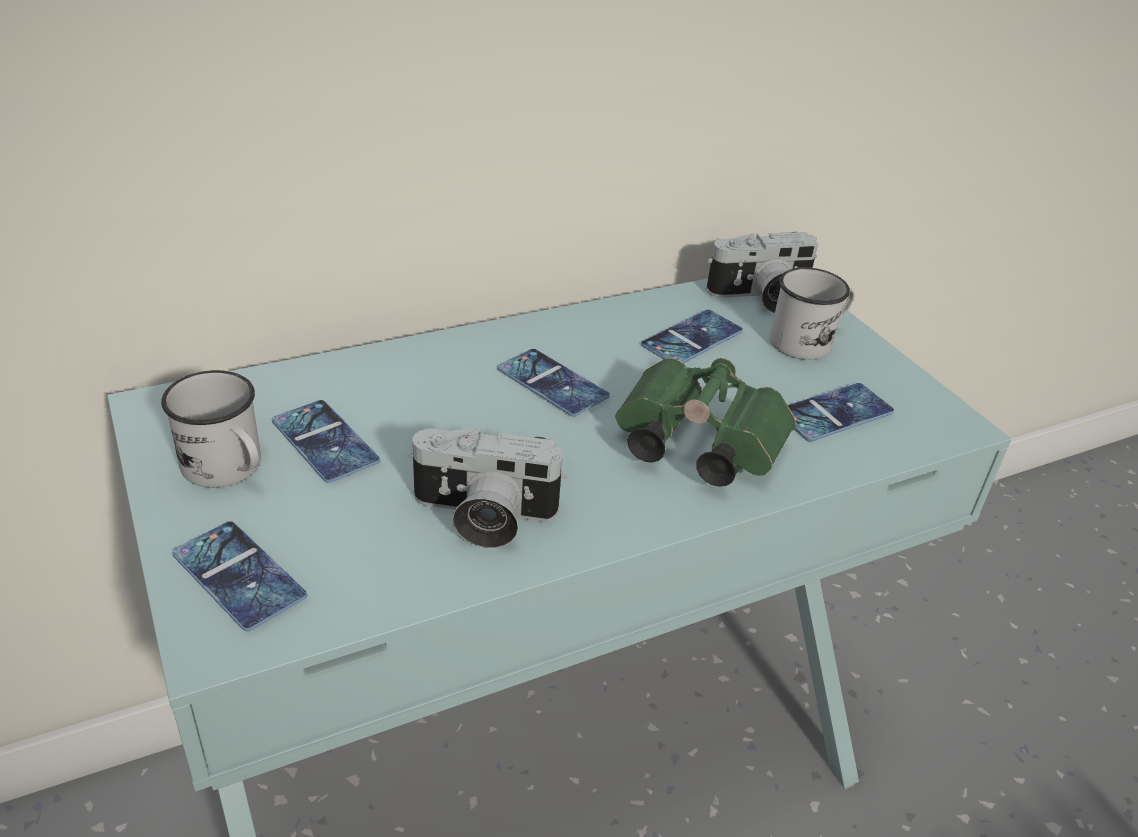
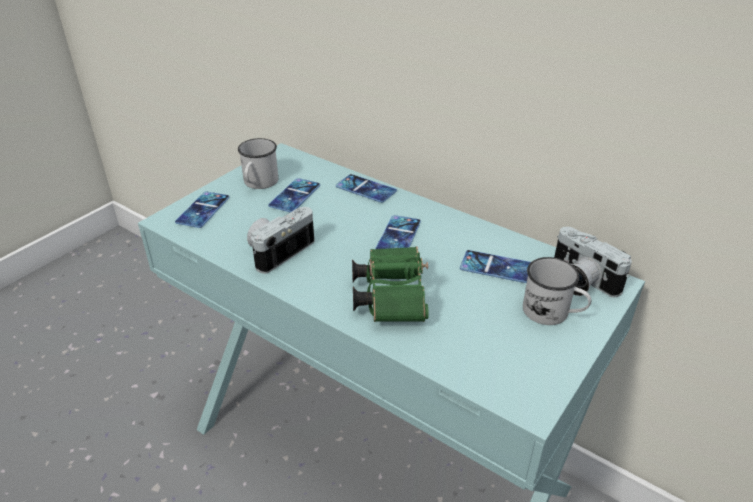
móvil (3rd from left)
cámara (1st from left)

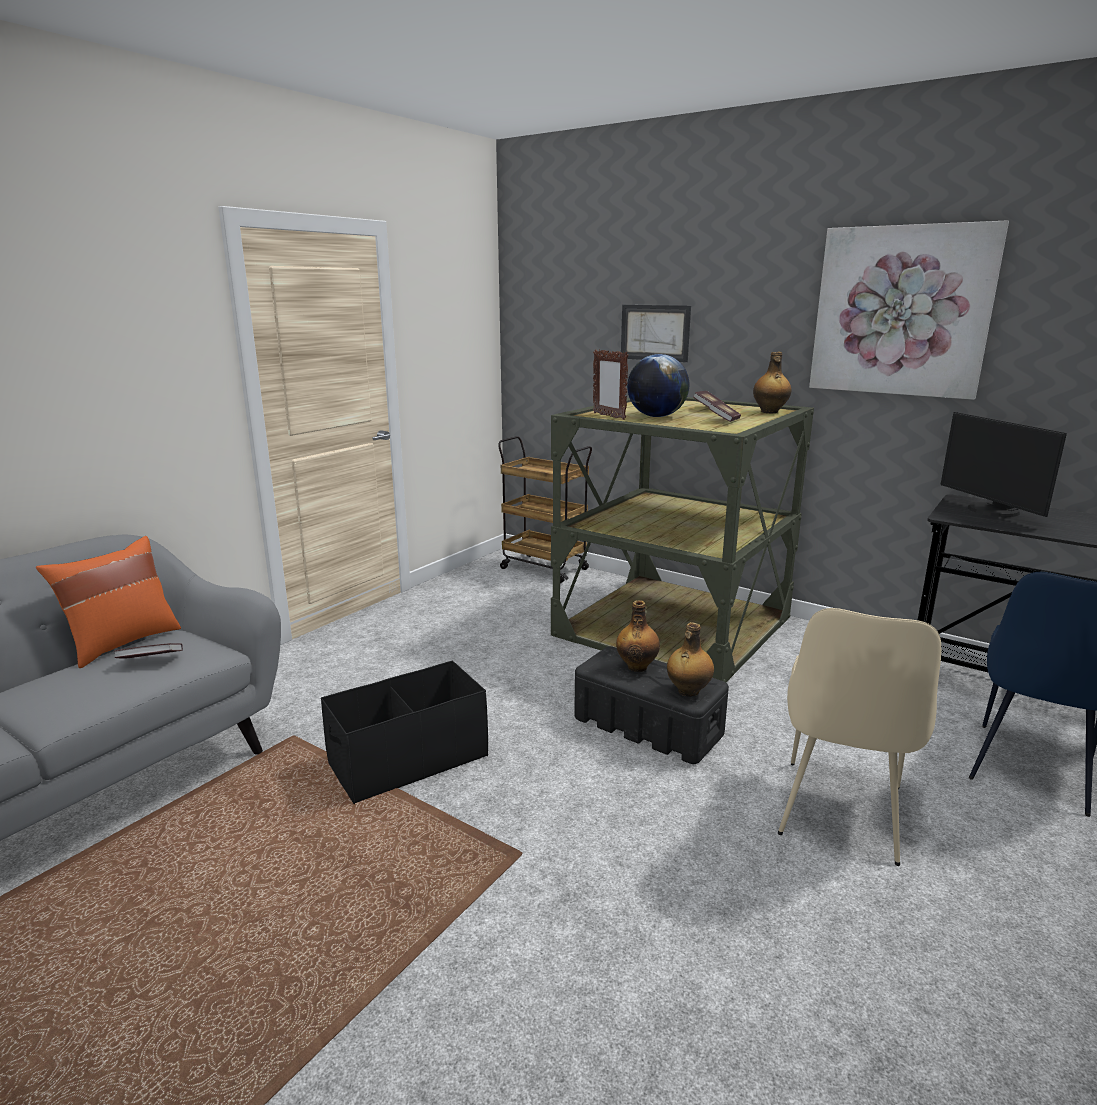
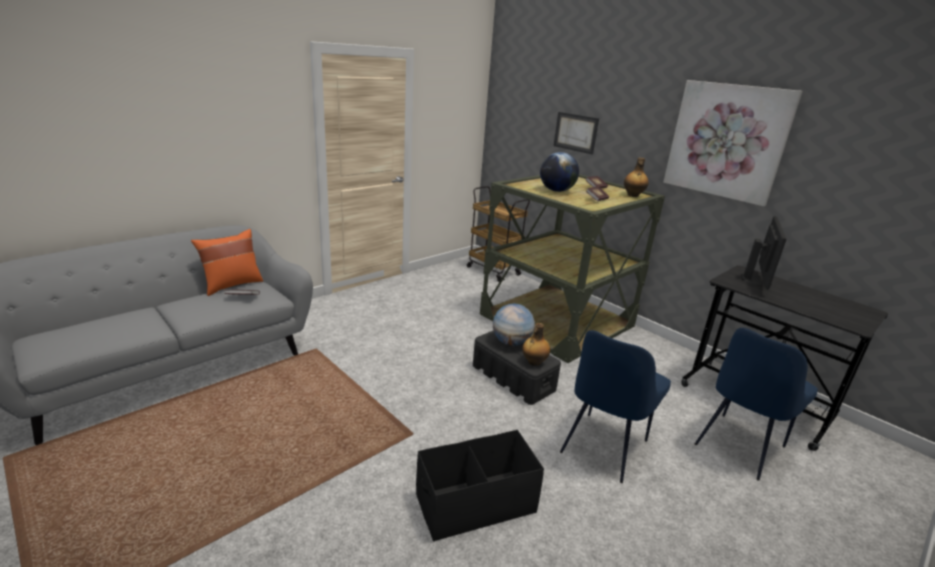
portarretratos
monitor
globo terráqueo (1st from left)
silla (azul) (1st from left)
caja de almacenaje (negro) (1st from left)

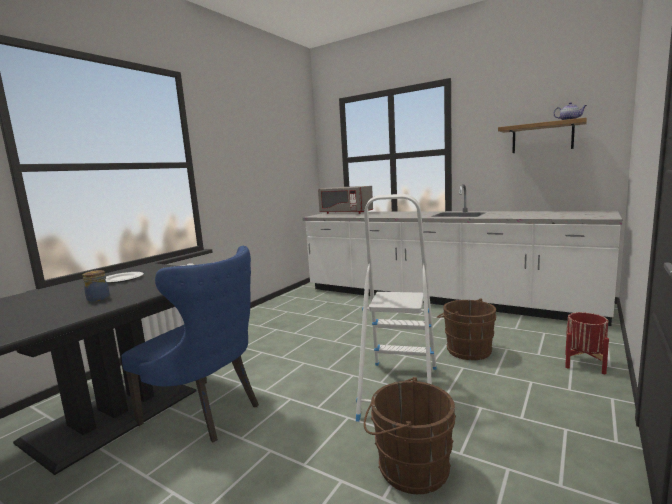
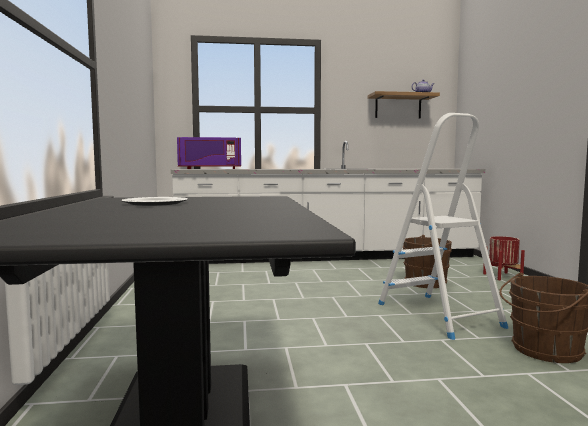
microondas (morado)
silla (azul)
tarro

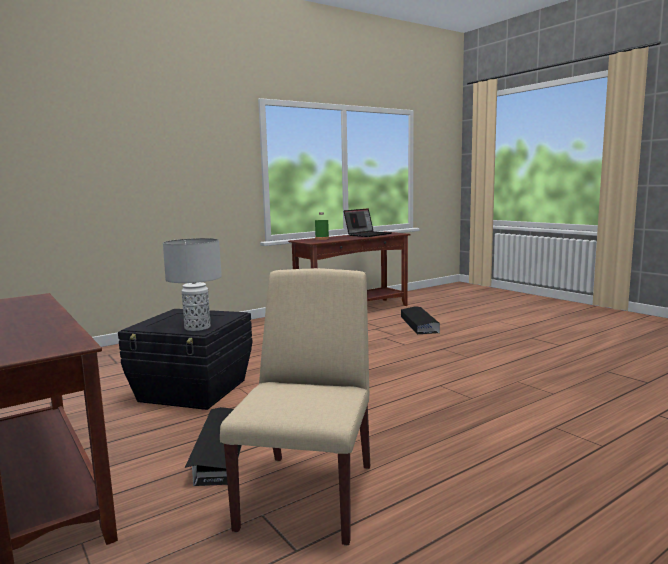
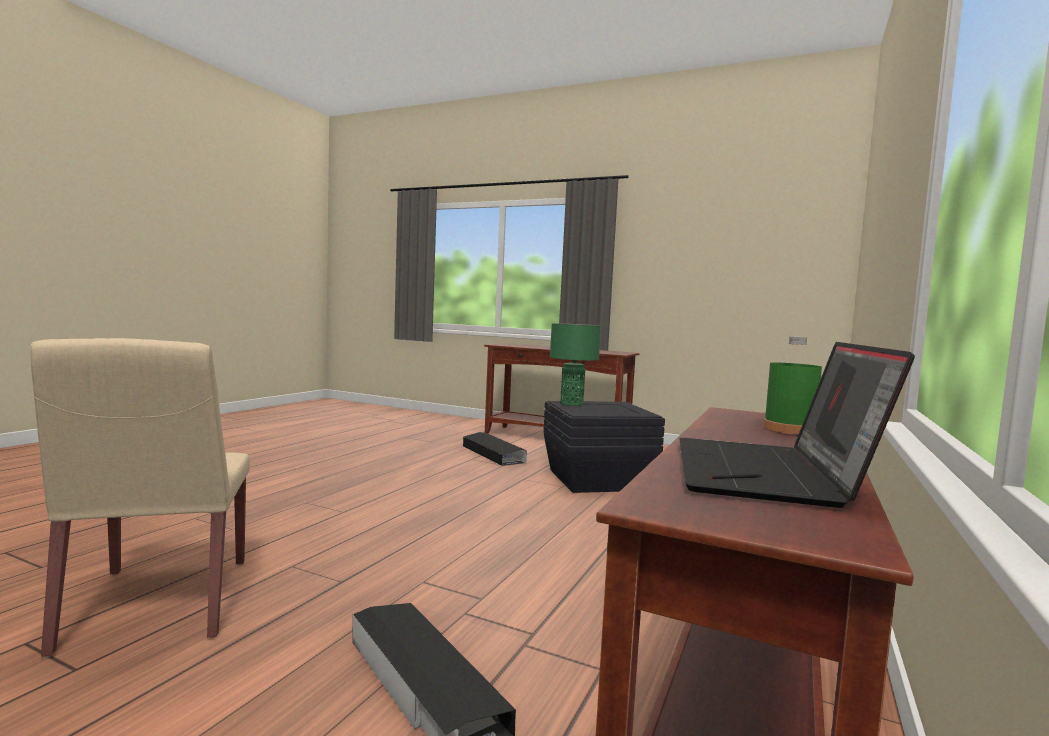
lámpara de mesa (verde)
silla (beis)

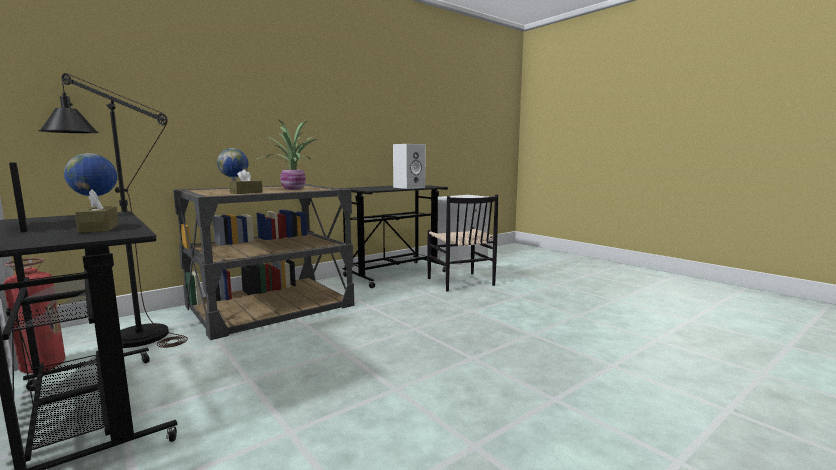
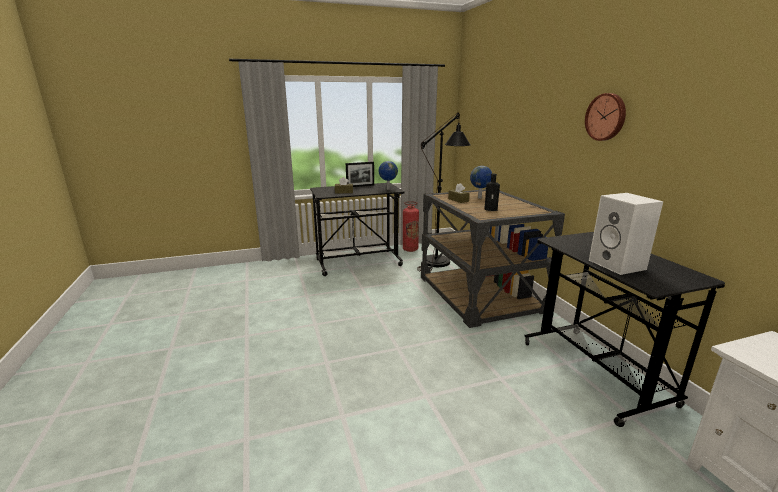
botella (negro)
silla (negro)
reloj de pared

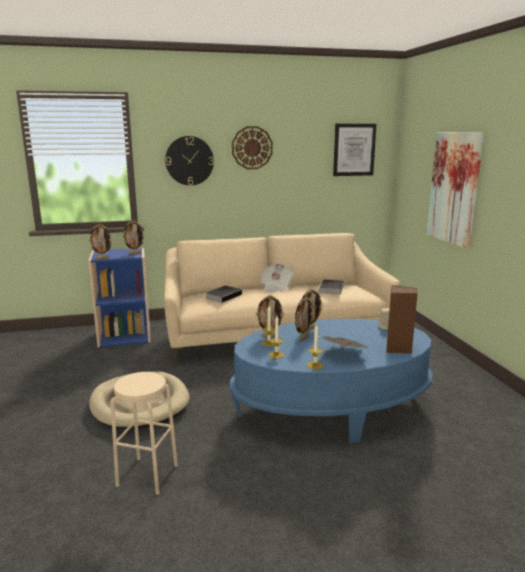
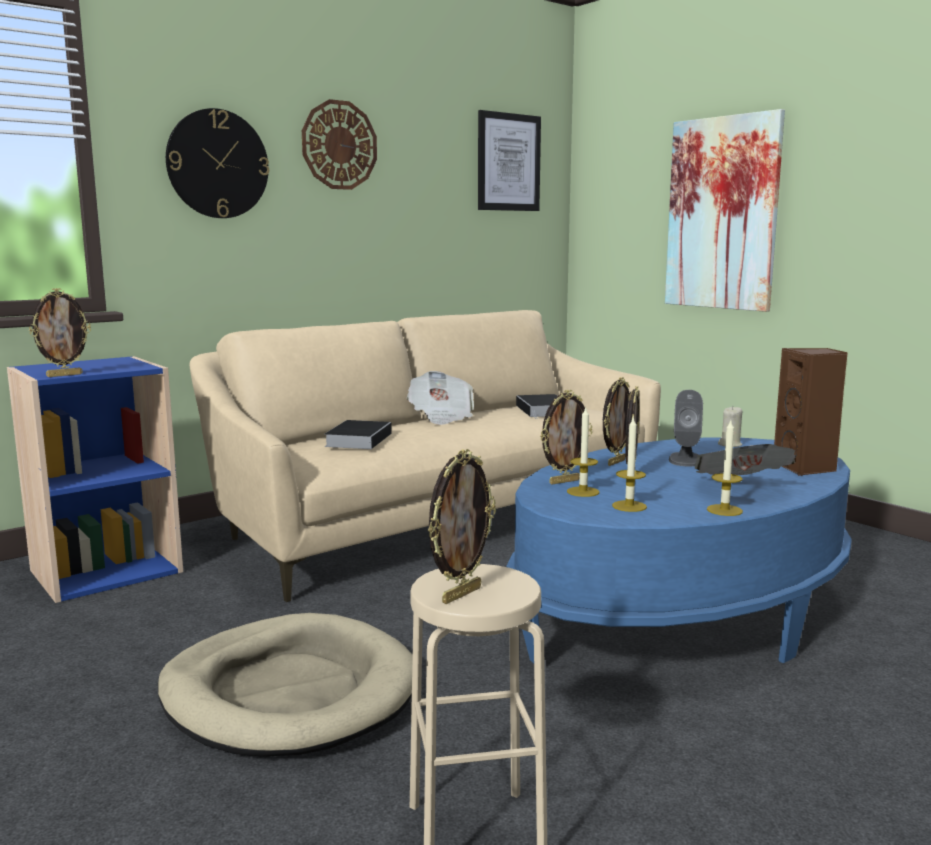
portarretratos (2nd from left)
altavoz (gris)

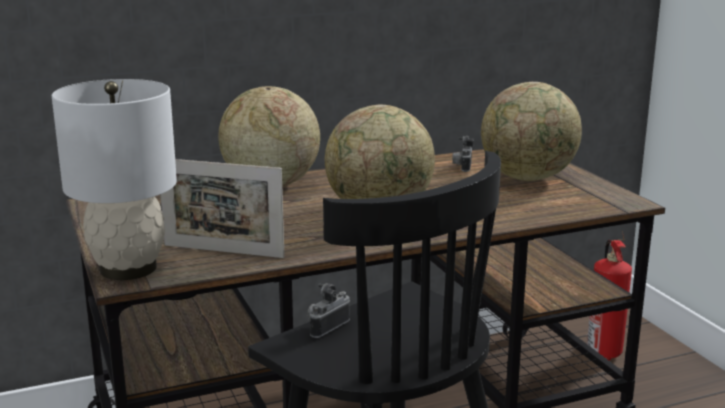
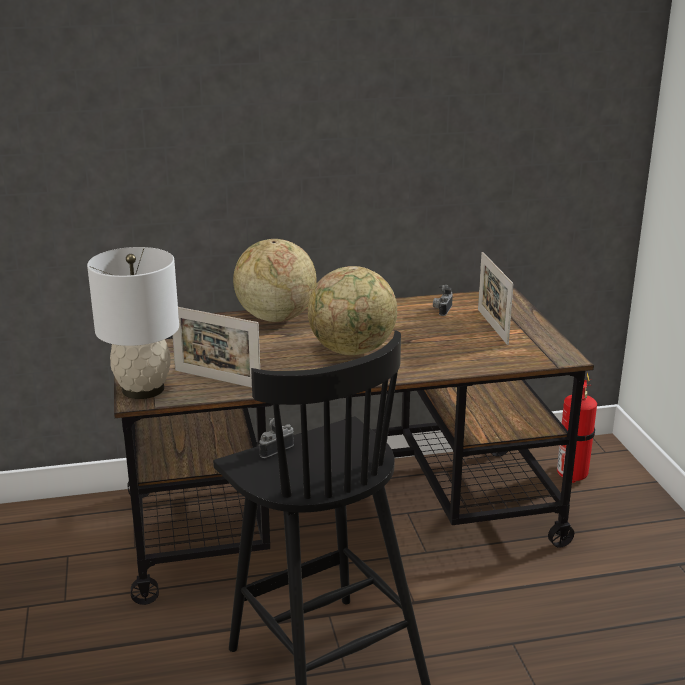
portarretratos (2nd from left)

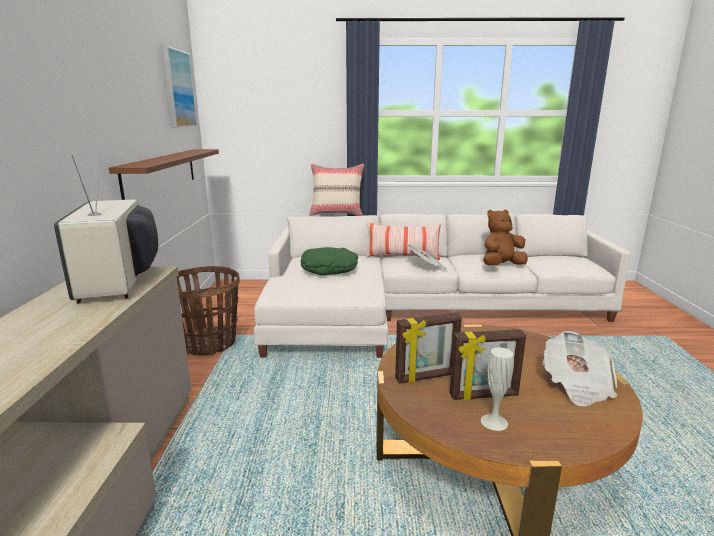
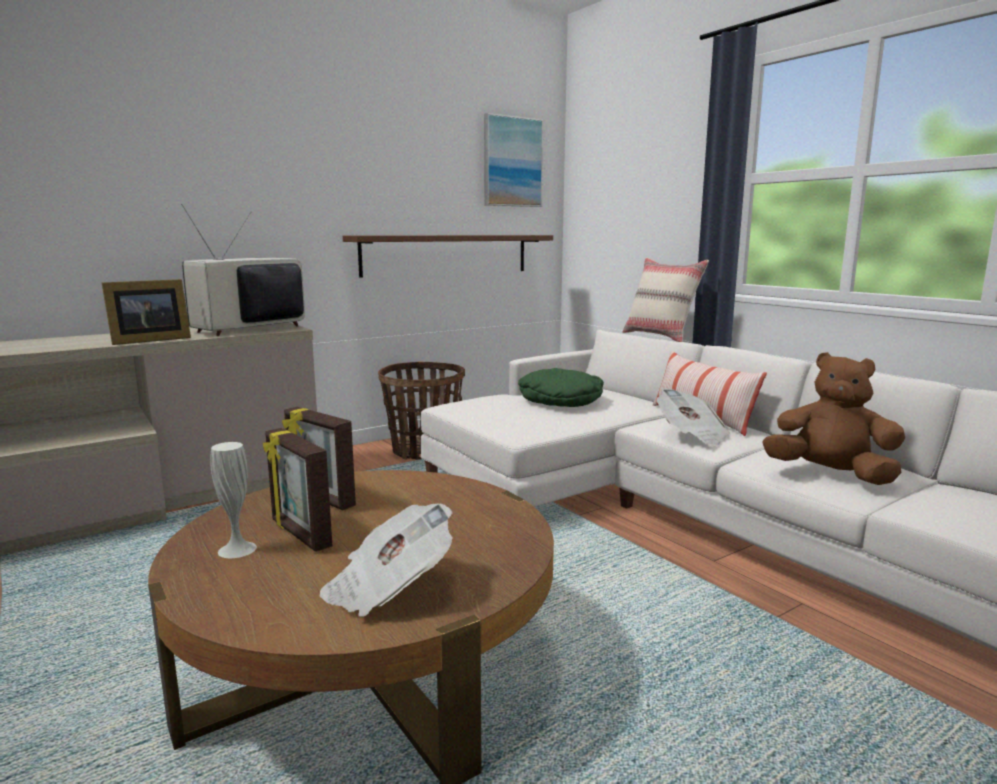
portarretratos (1st from left)

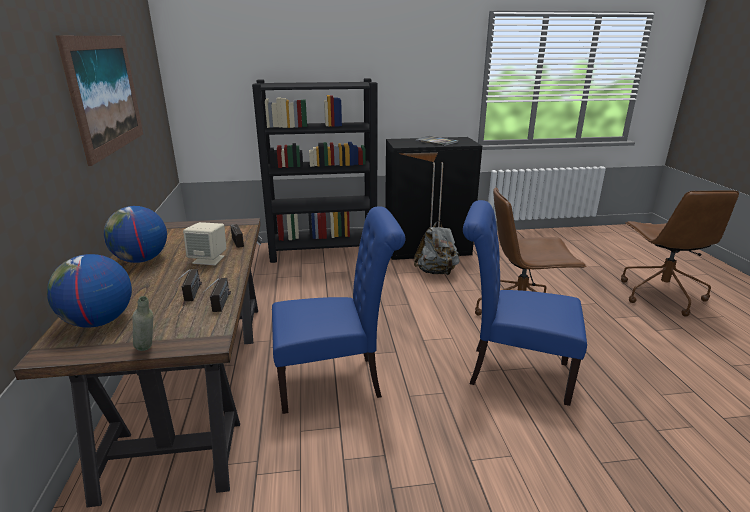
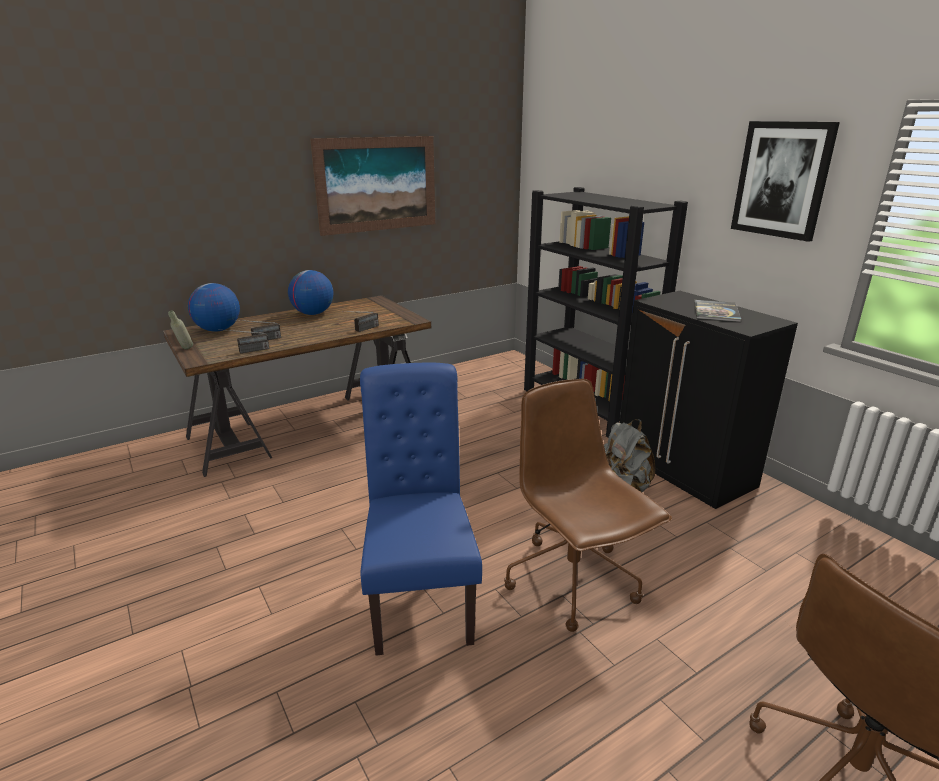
silla (azul) (1st from left in the first image)
altavoz (beis)
cuadro (2nd from left)

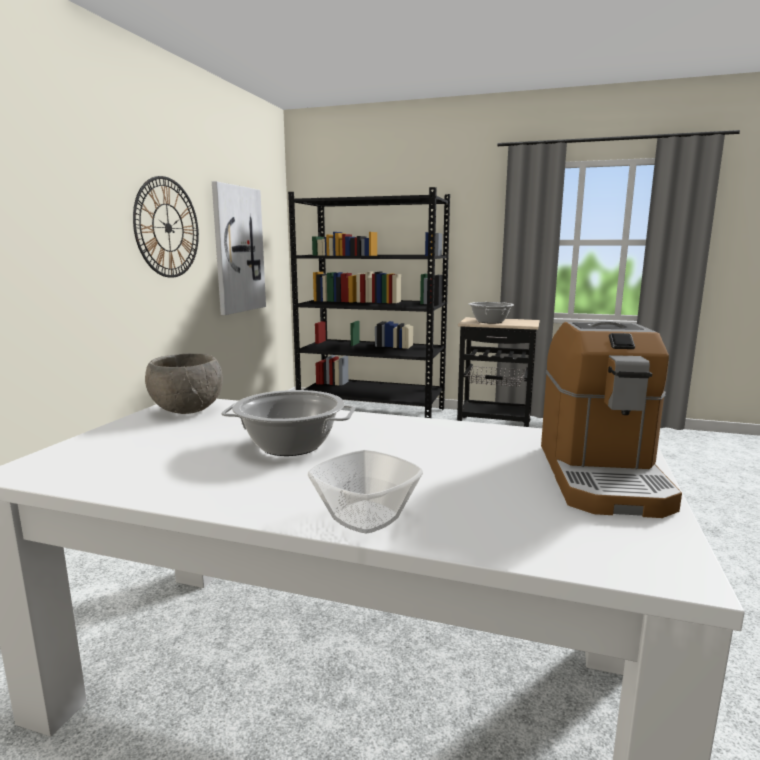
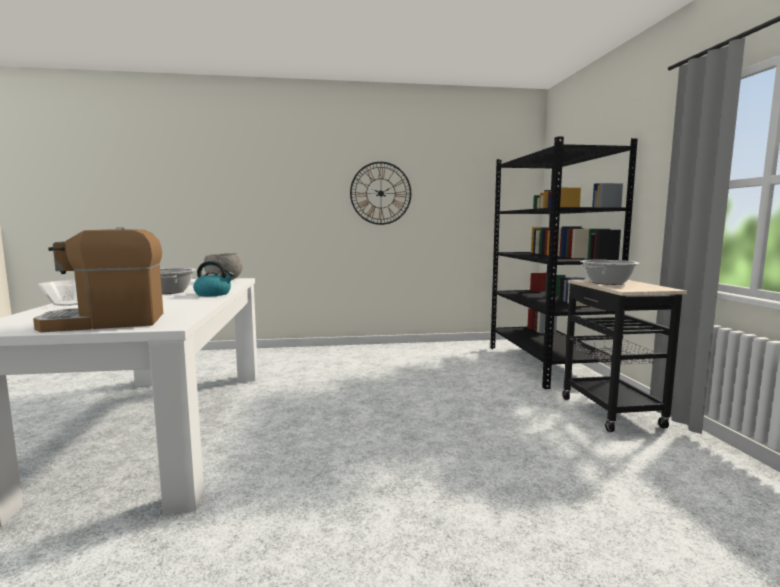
cuadro
hervidor

